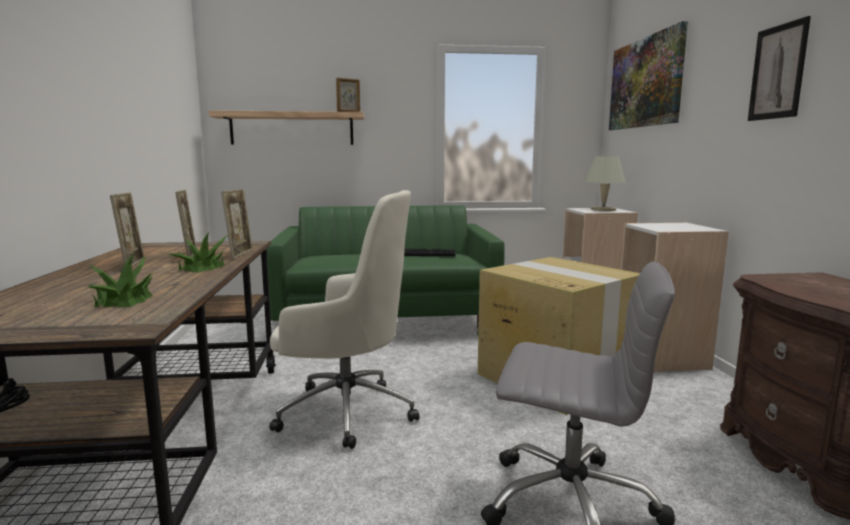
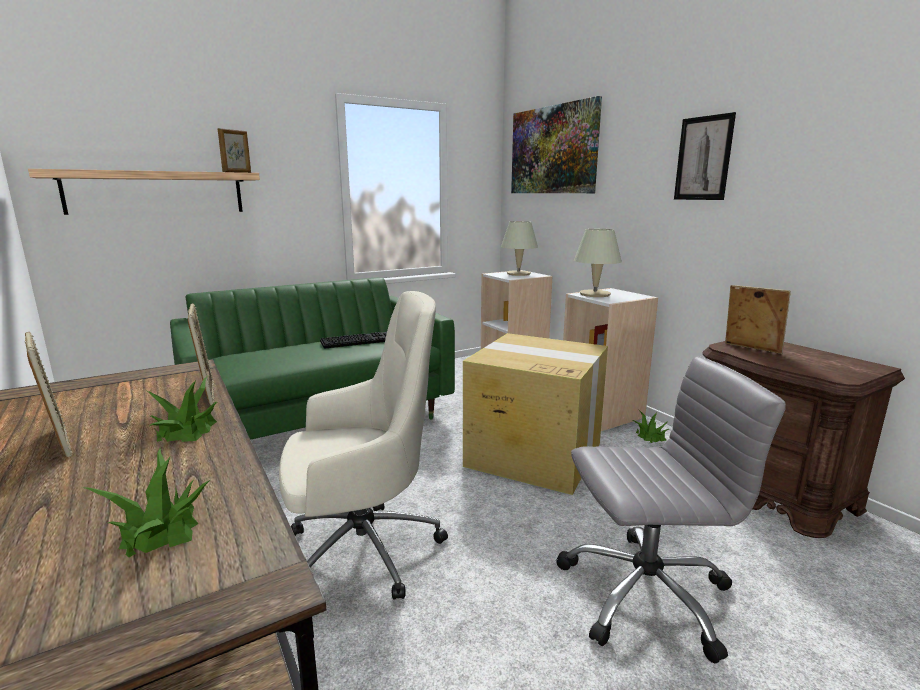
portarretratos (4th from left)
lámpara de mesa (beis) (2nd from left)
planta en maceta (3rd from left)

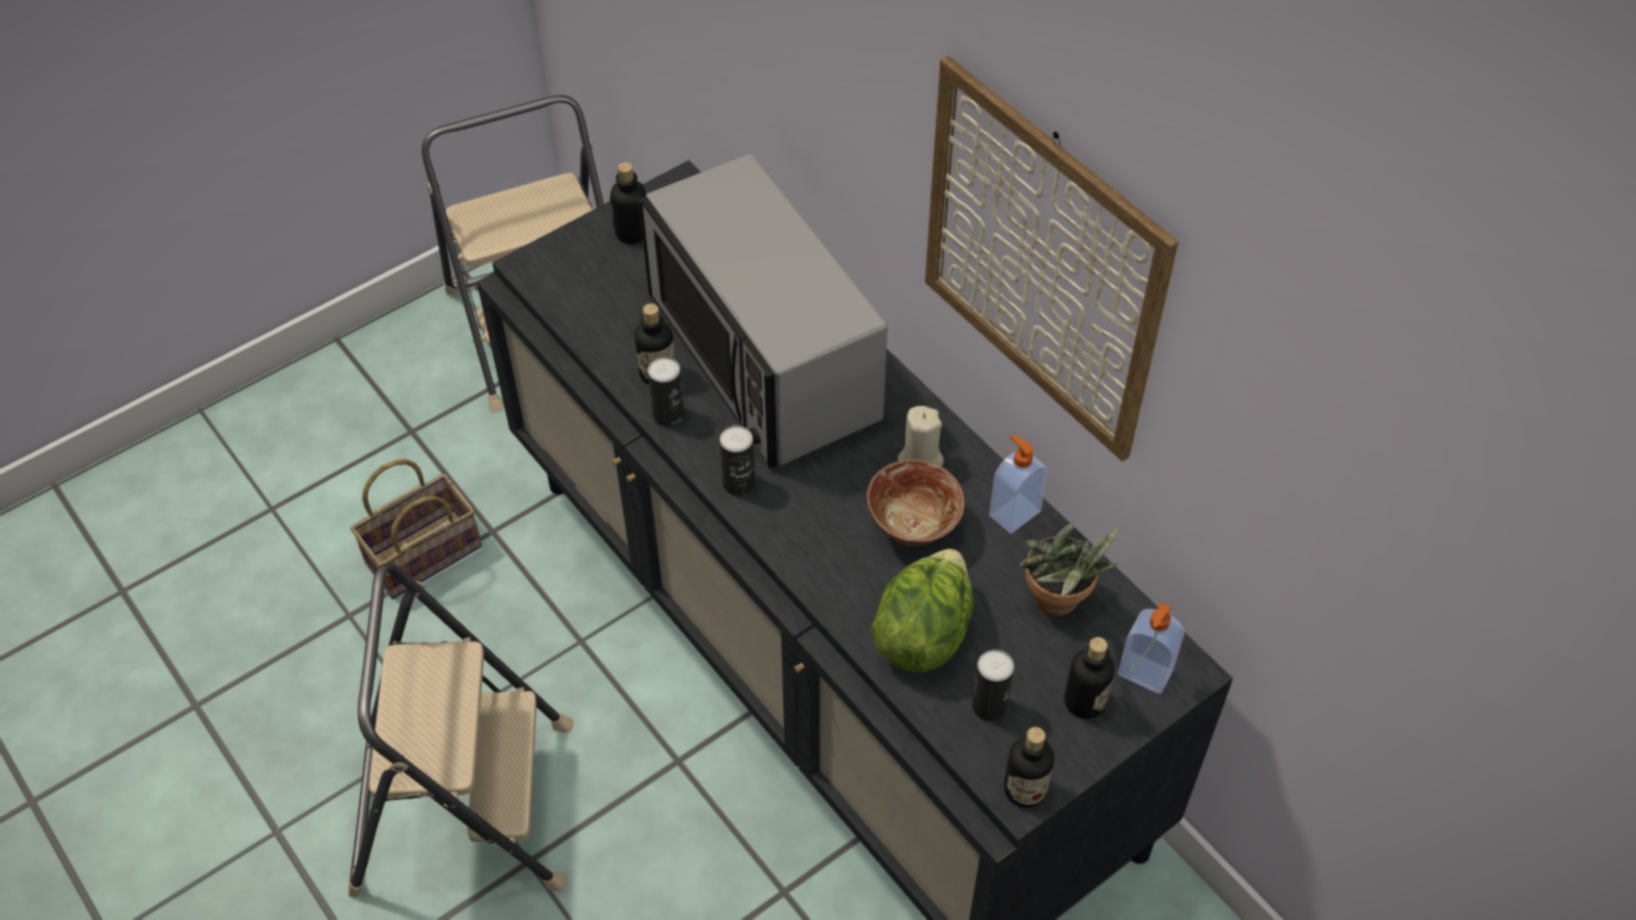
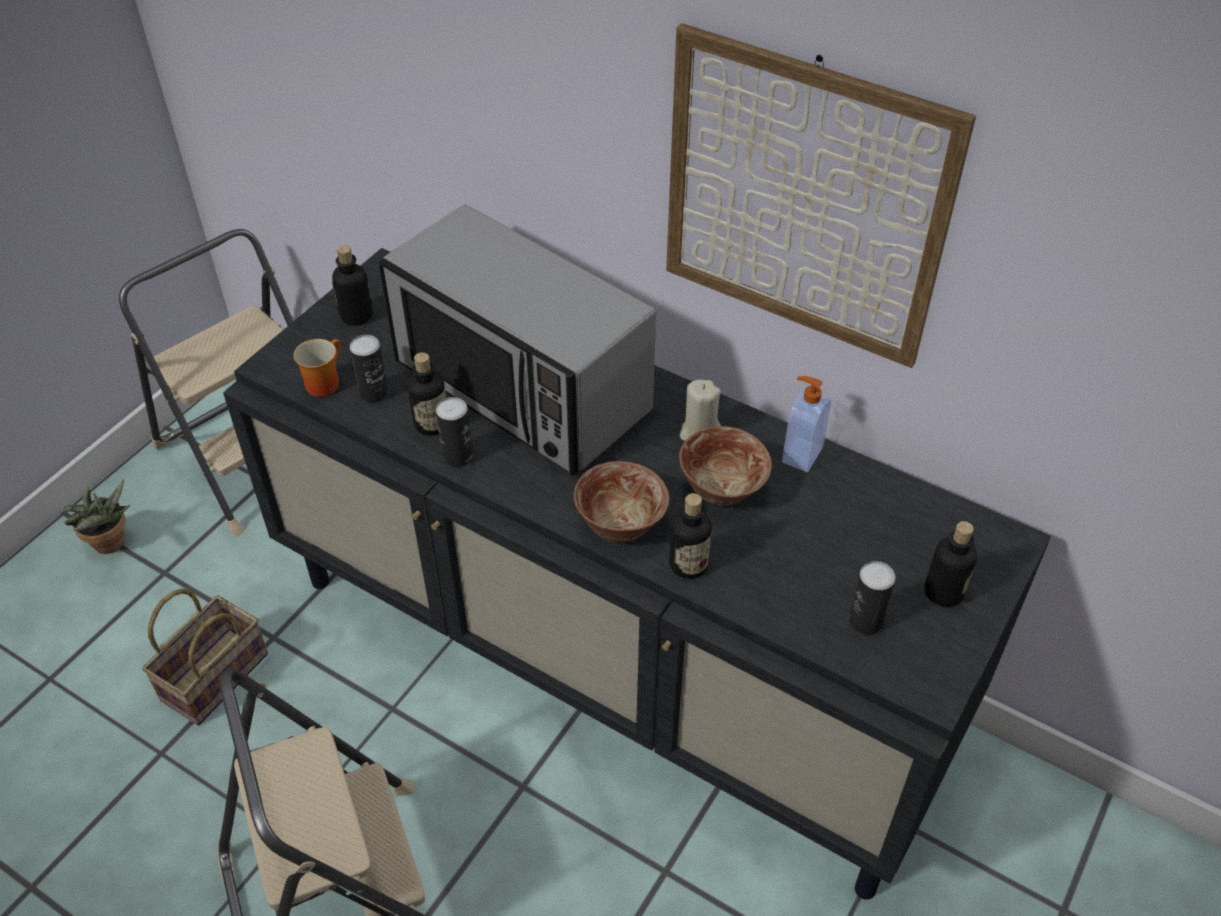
lata (1st from left)
planta en maceta
lechuga
dispensador de jabón (2nd from left in the first image)
botella (3rd from left)
taza grande
cuenco (1st from left)

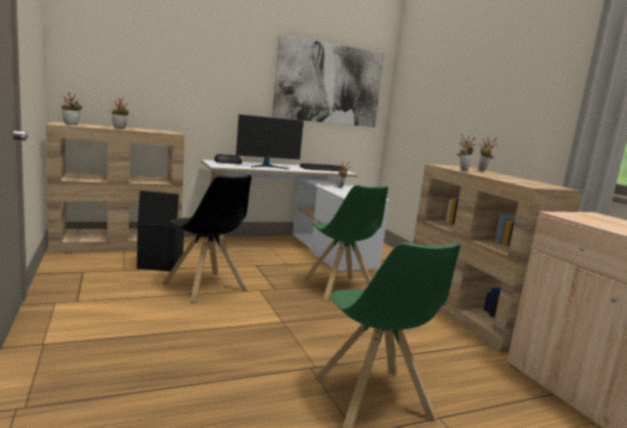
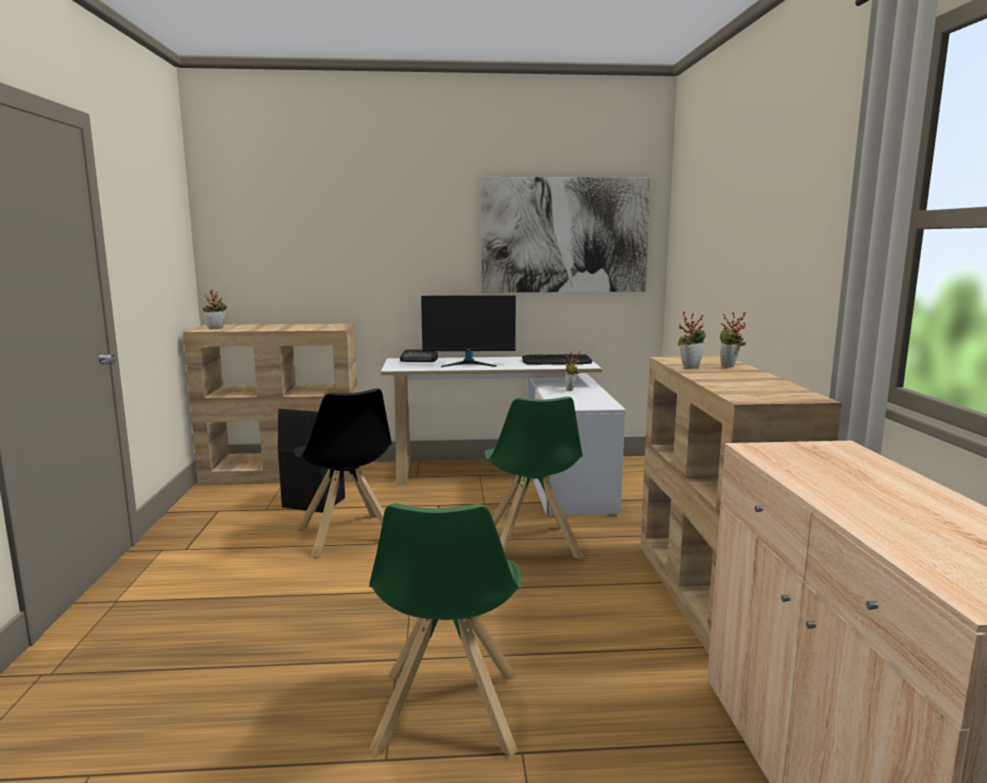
planta en maceta (2nd from left in the first image)

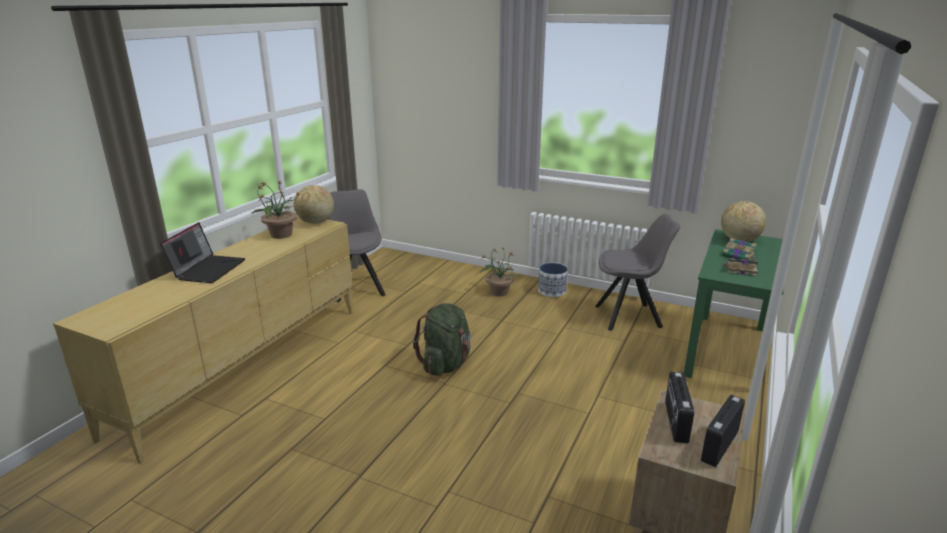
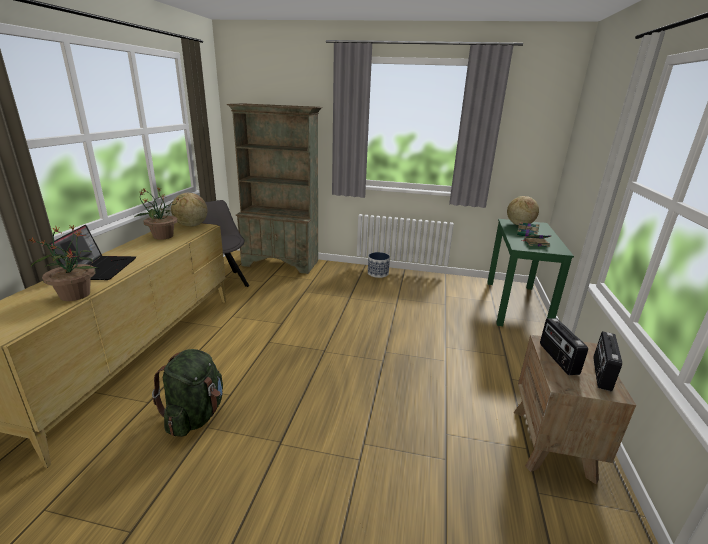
silla (gris) (2nd from left in the first image)
planta en maceta (1st from left)
mochila (verde)
estantería (verde)

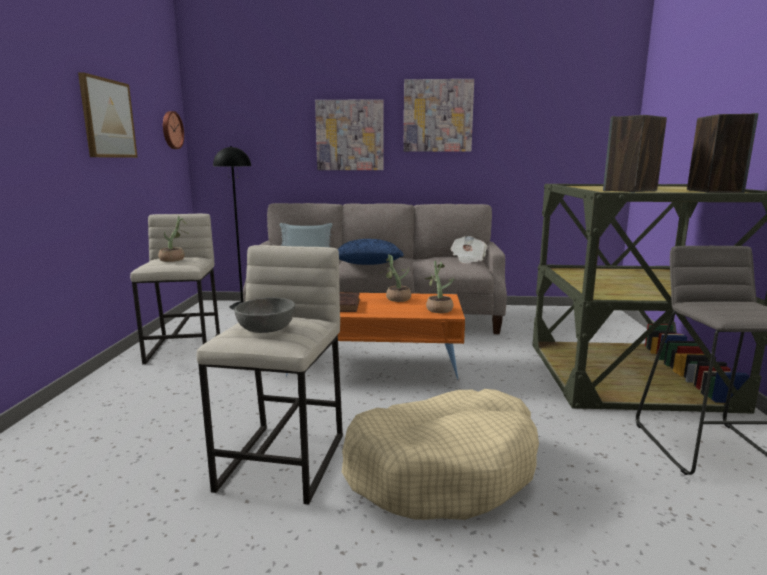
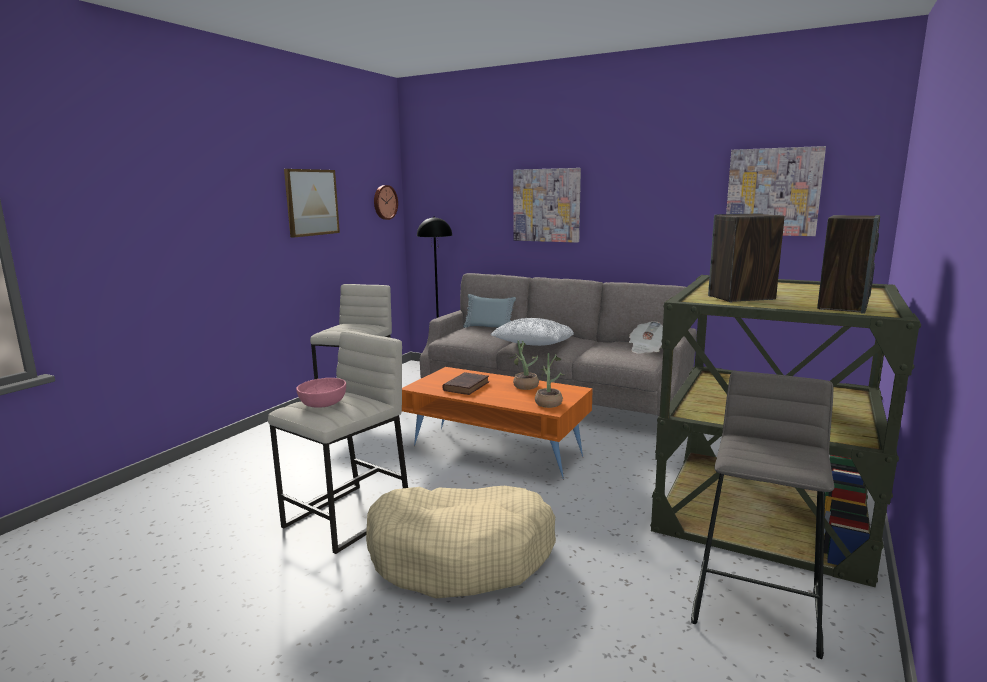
cuadro (3rd from left)
planta en maceta (1st from left in the first image)
cojín (blanco)
cuenco (rosa)

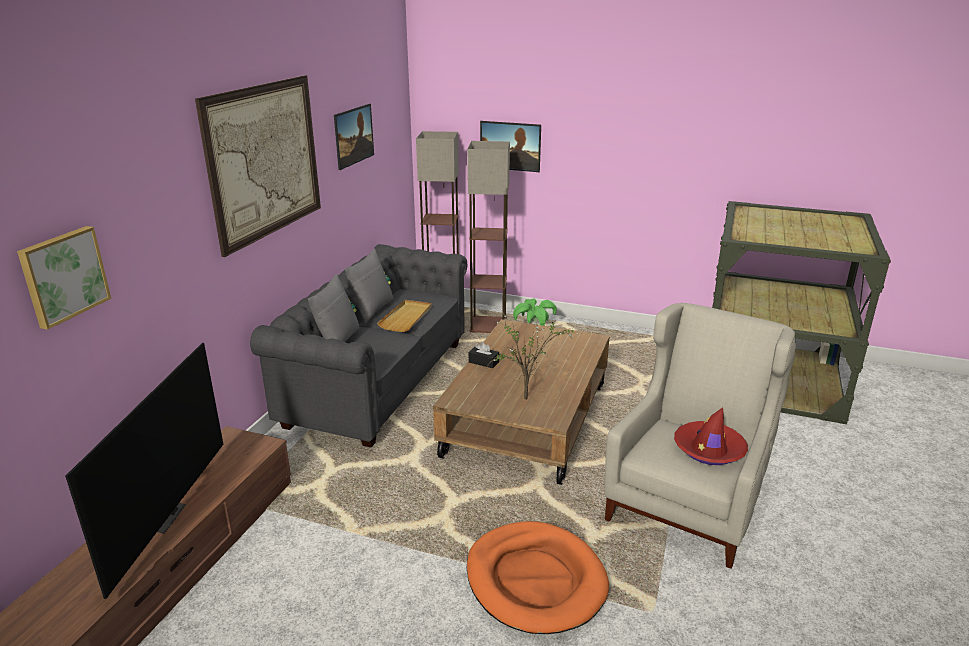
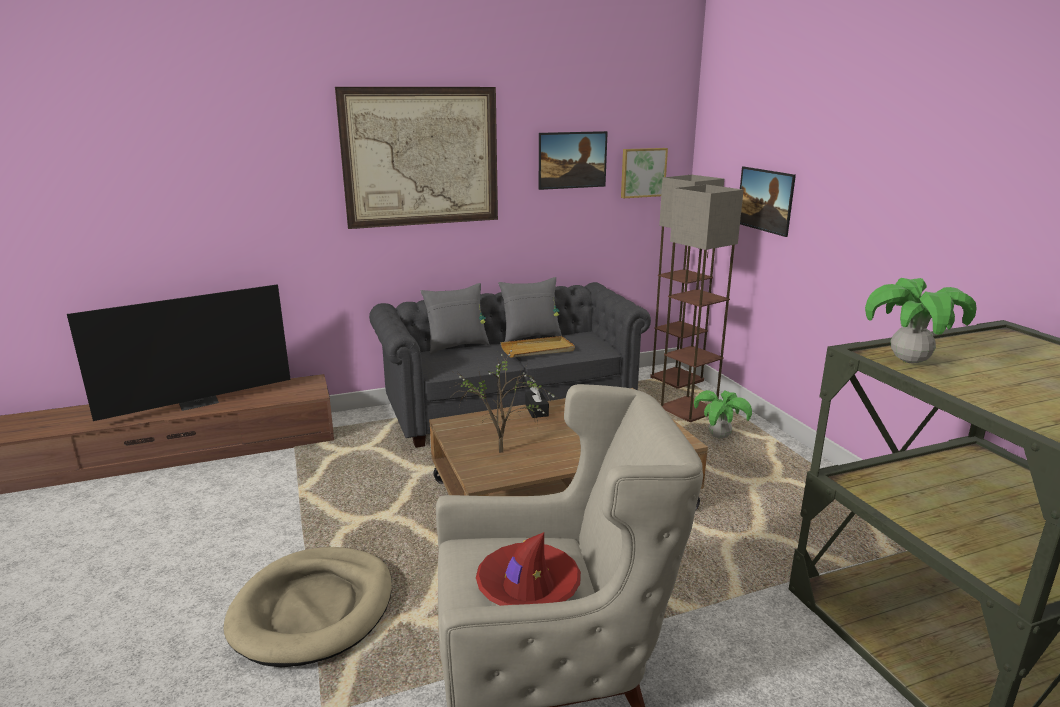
cuadro (3rd from left)
cama para perro (beis)
planta en maceta (3rd from left)

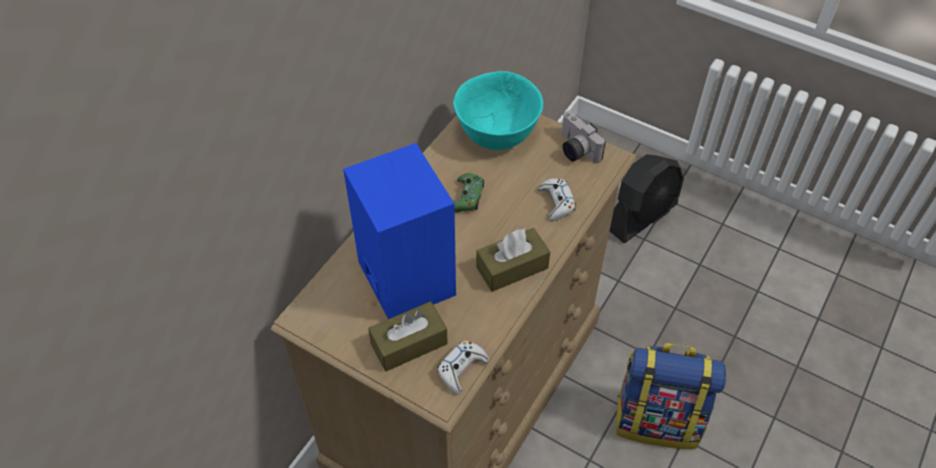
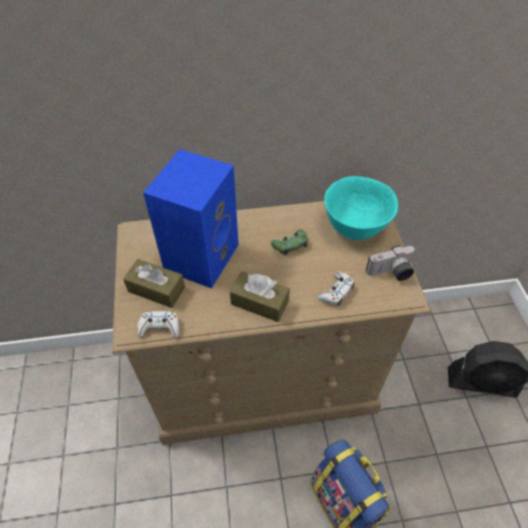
cámara

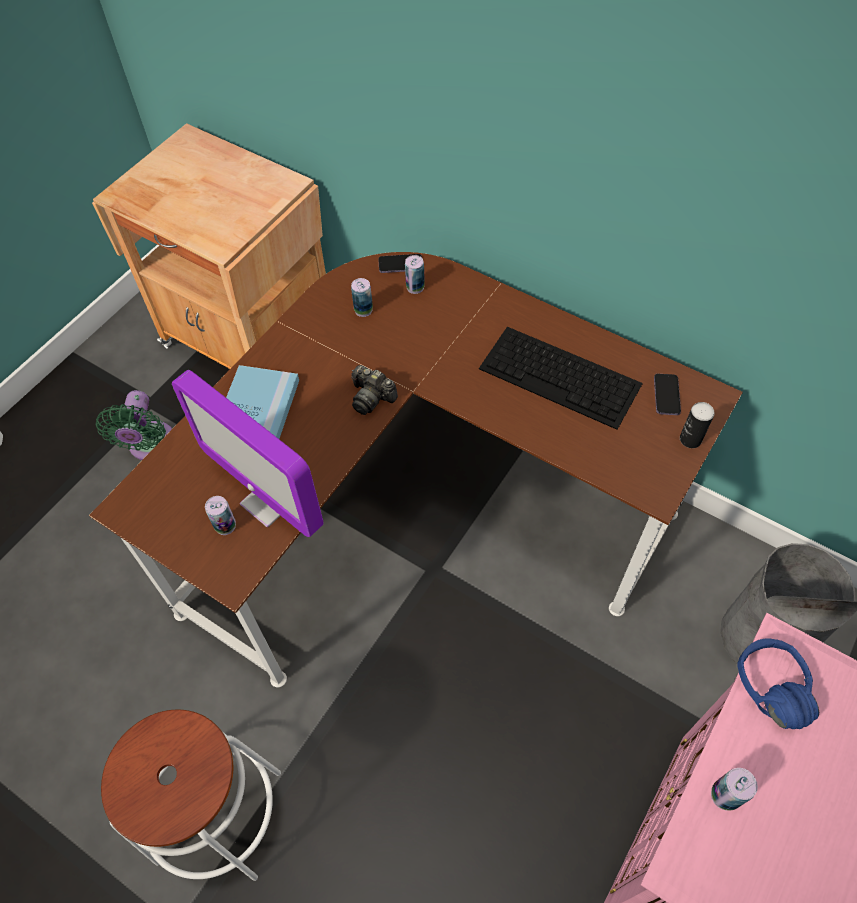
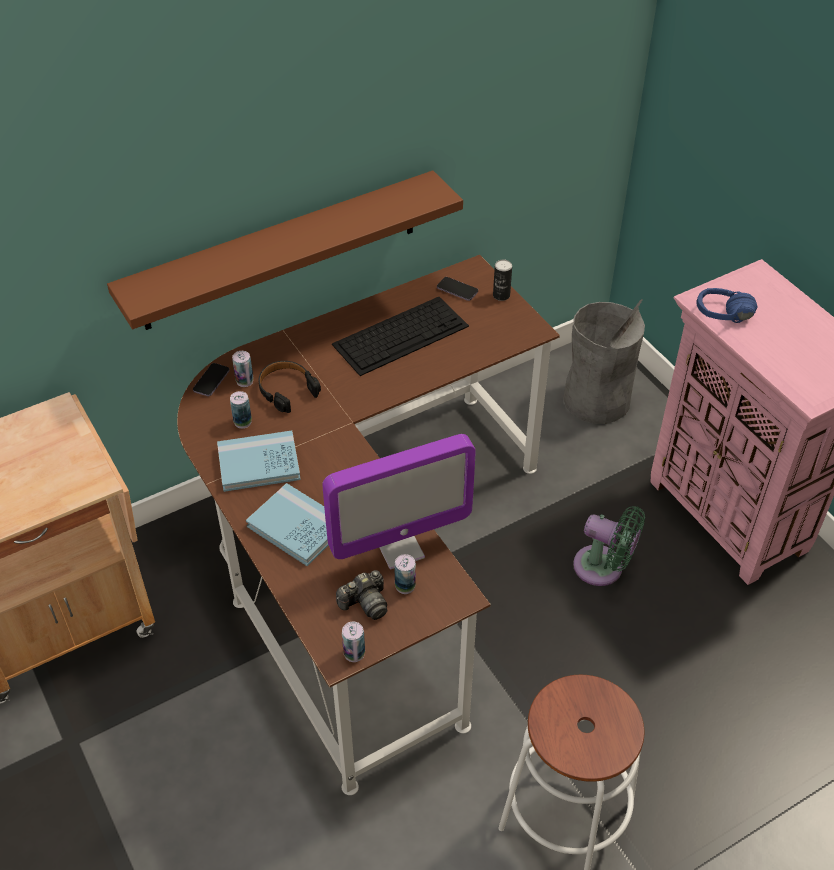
cámara
ventilador (verde)
lata (3rd from left)
estante (marrón)
auriculares (negro)
libro (azul) (1st from left)

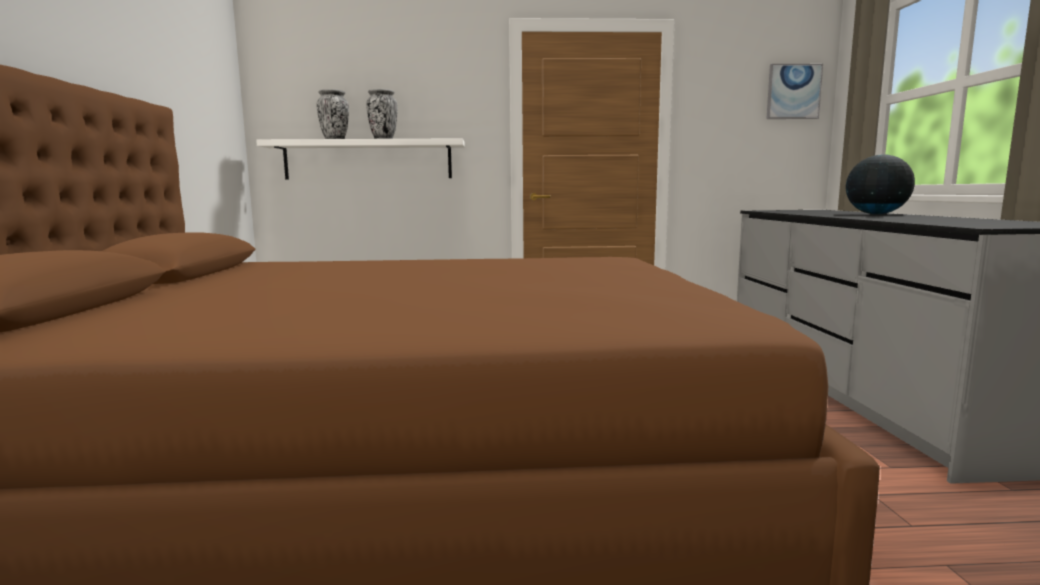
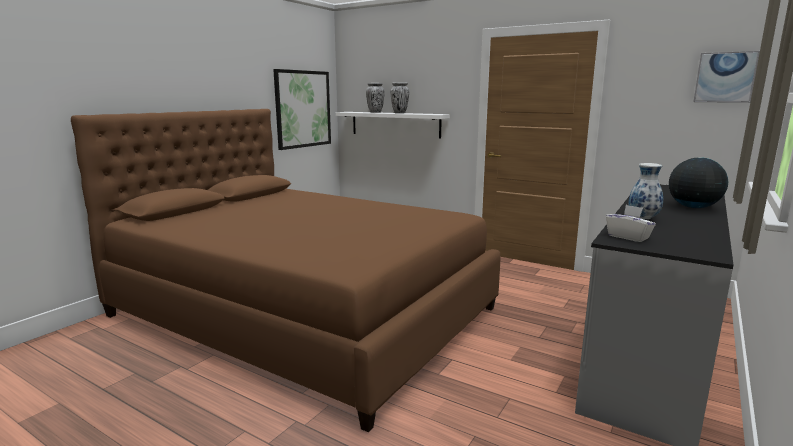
cuadro (1st from left)
florero (3rd from left)
caja de pañuelos (blanco)

